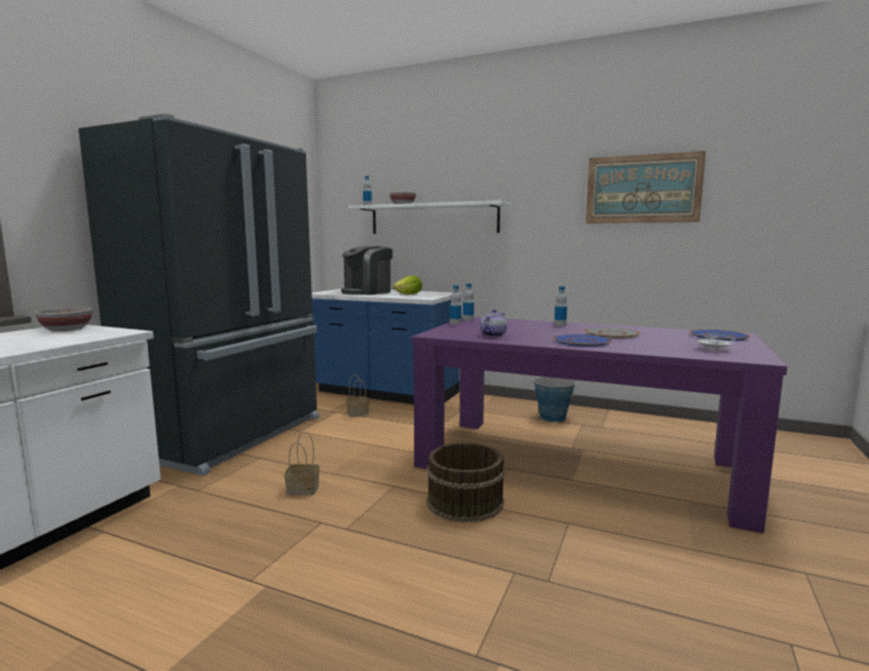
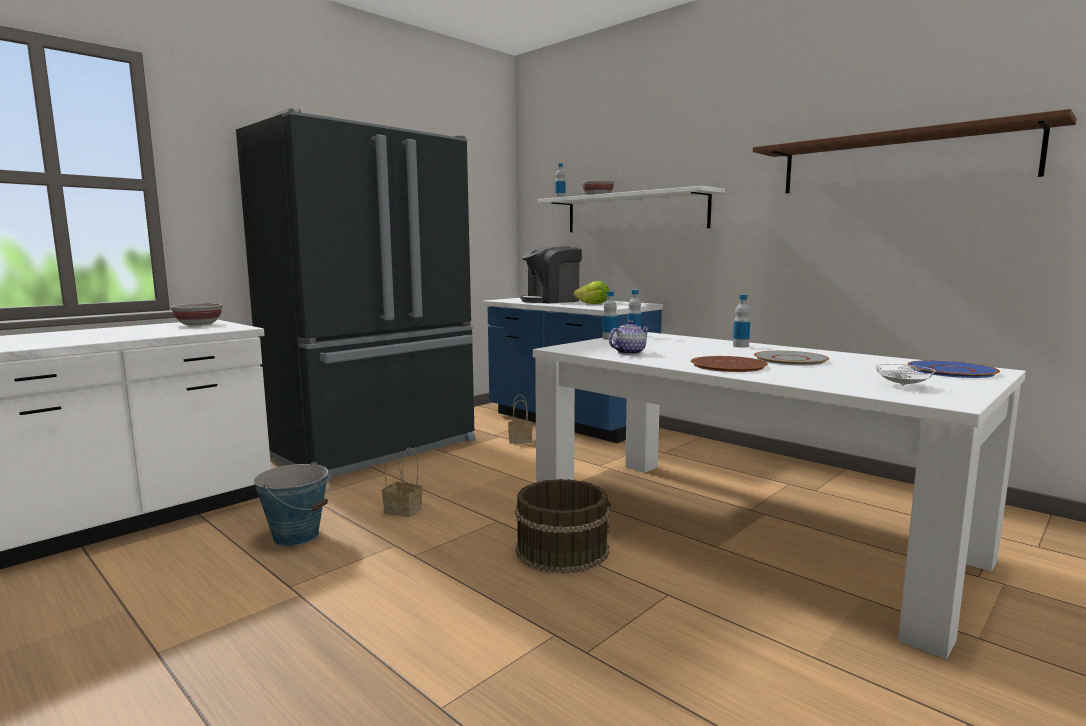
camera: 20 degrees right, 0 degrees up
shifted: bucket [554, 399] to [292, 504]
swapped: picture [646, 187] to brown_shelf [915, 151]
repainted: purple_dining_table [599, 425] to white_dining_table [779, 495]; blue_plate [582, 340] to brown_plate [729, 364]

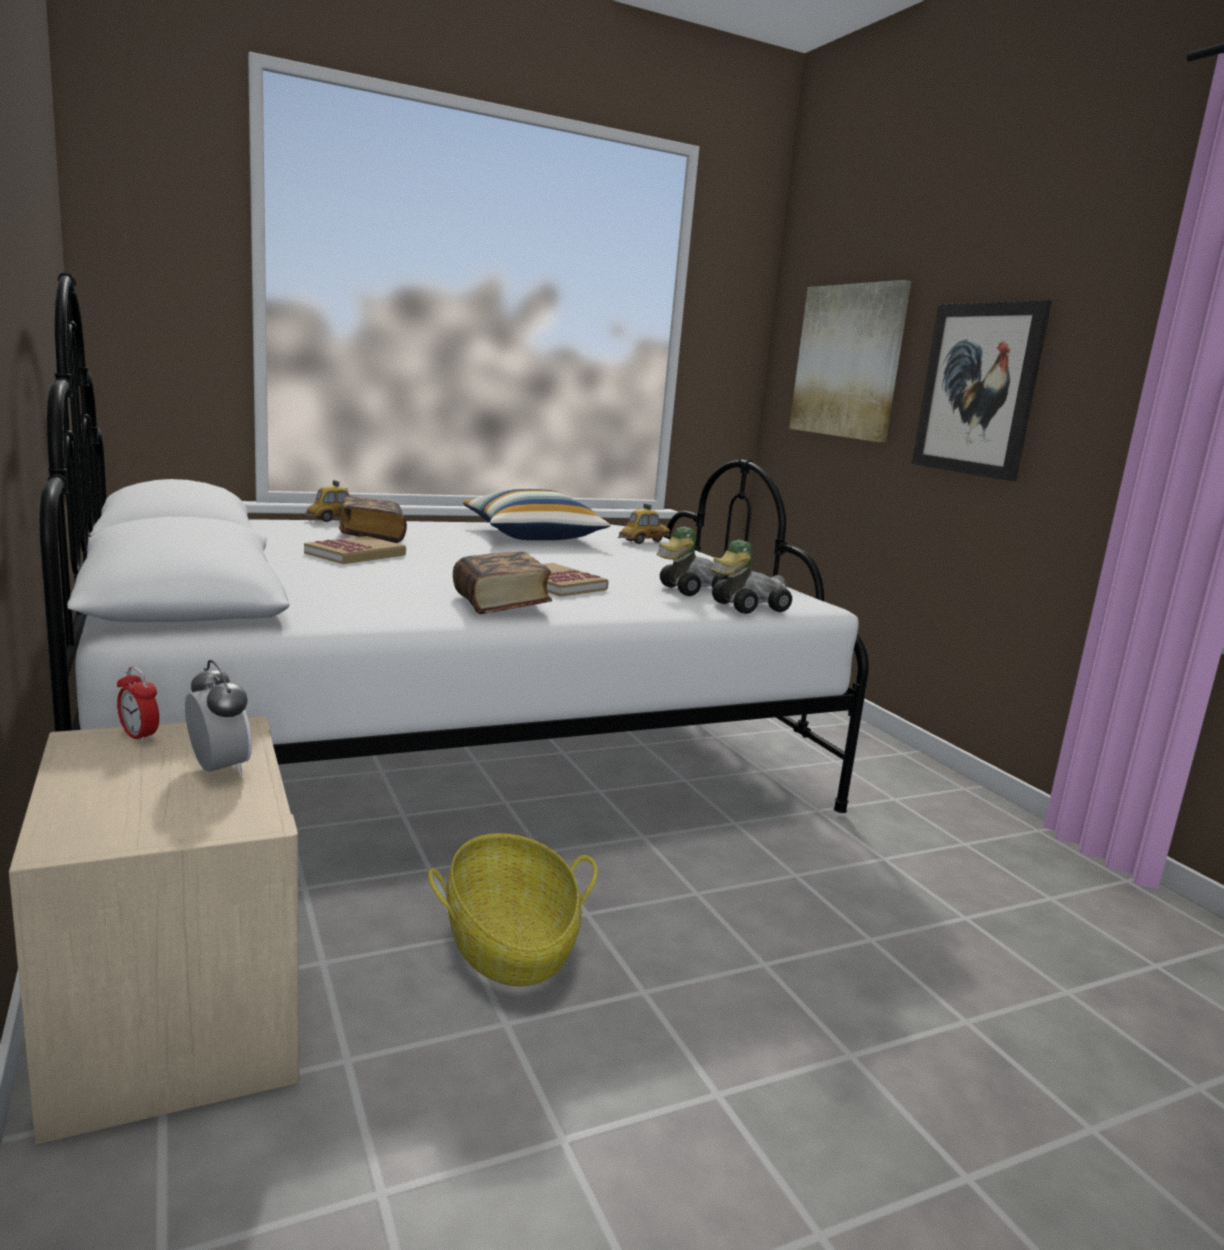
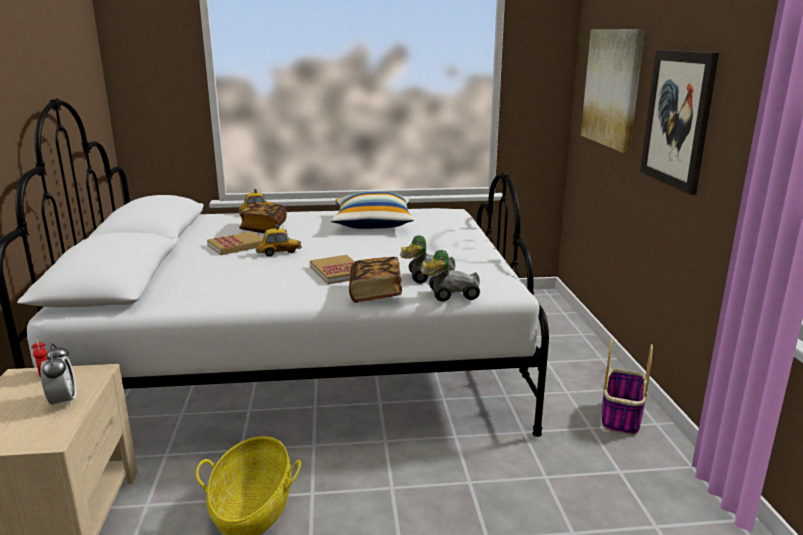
camera: 20 degrees right, 5 degrees up
new: basket [627, 387]
shifted: toy_car [644, 524] to [279, 240]; book [502, 583] to [375, 280]

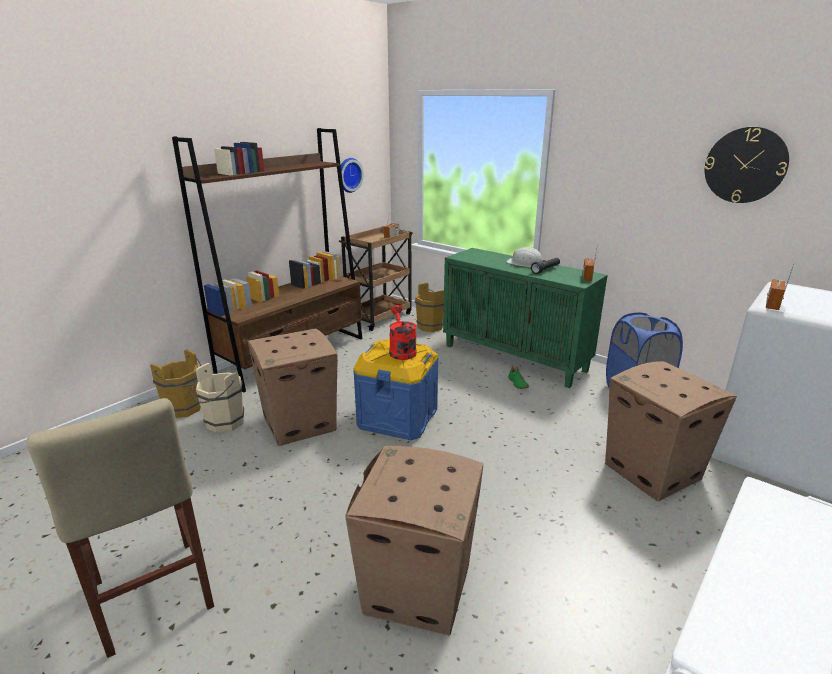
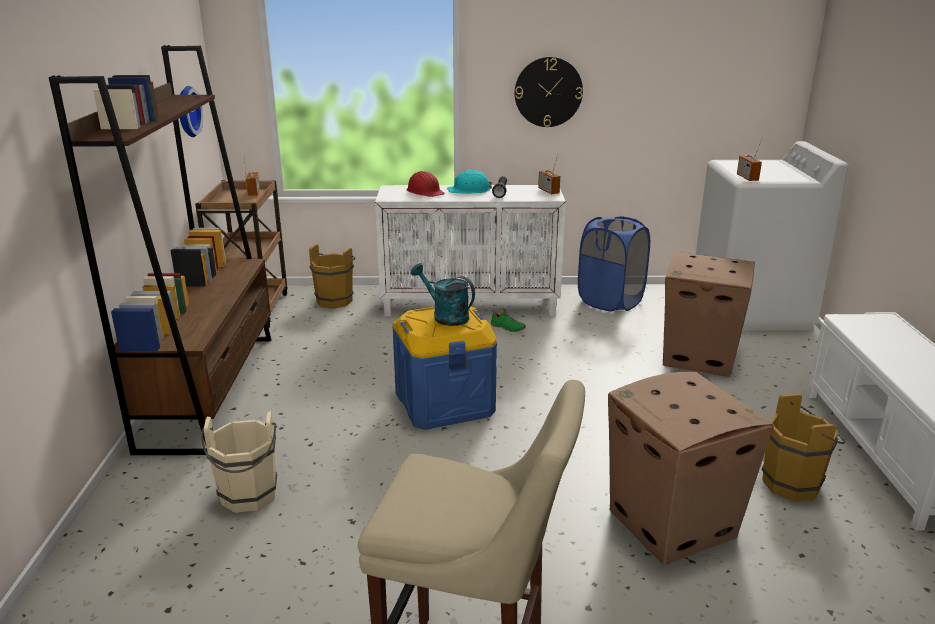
camera: 40 degrees left, 0 degrees up
gone: cardboard_box [293, 387]
new: red_hard_hat [426, 184]
shifted: wall_clock [747, 165] to [549, 92]; brown_bucket [175, 383] to [803, 447]
repainted: green_cabinet [525, 318] to white_cabinet [470, 250]; red_watering_can [403, 332] to turquoise_watering_can [443, 294]; white_hard_hat [526, 257] to turquoise_hard_hat [469, 182]

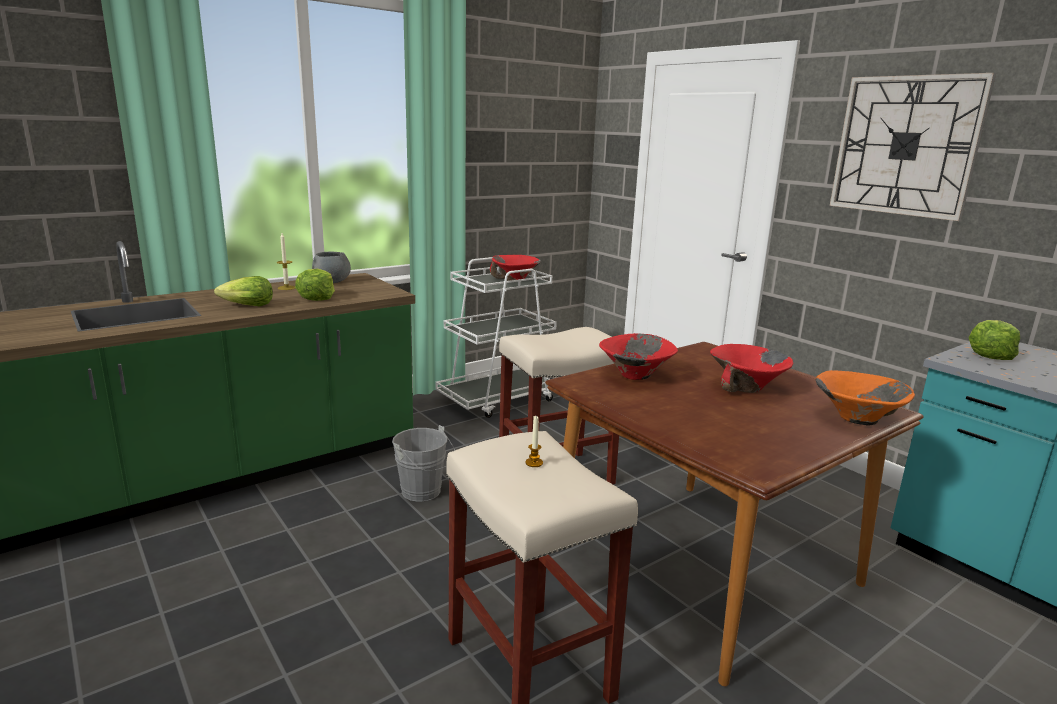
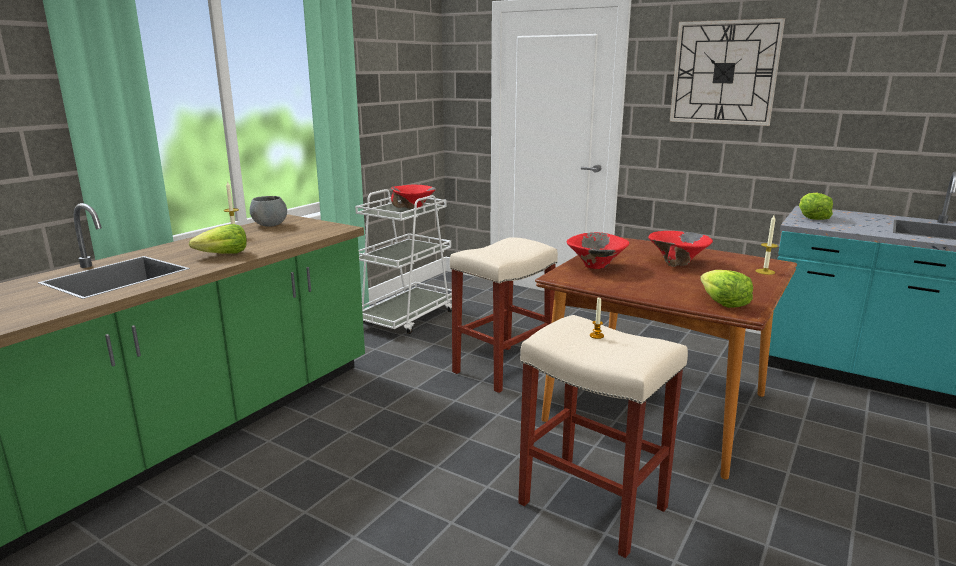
camera: 20 degrees left, 0 degrees up
gone: grey_bucket [423, 463]
shifted: lettuce [315, 285] to [726, 289]
swapped: orange_bowl [865, 398] to candle [767, 245]

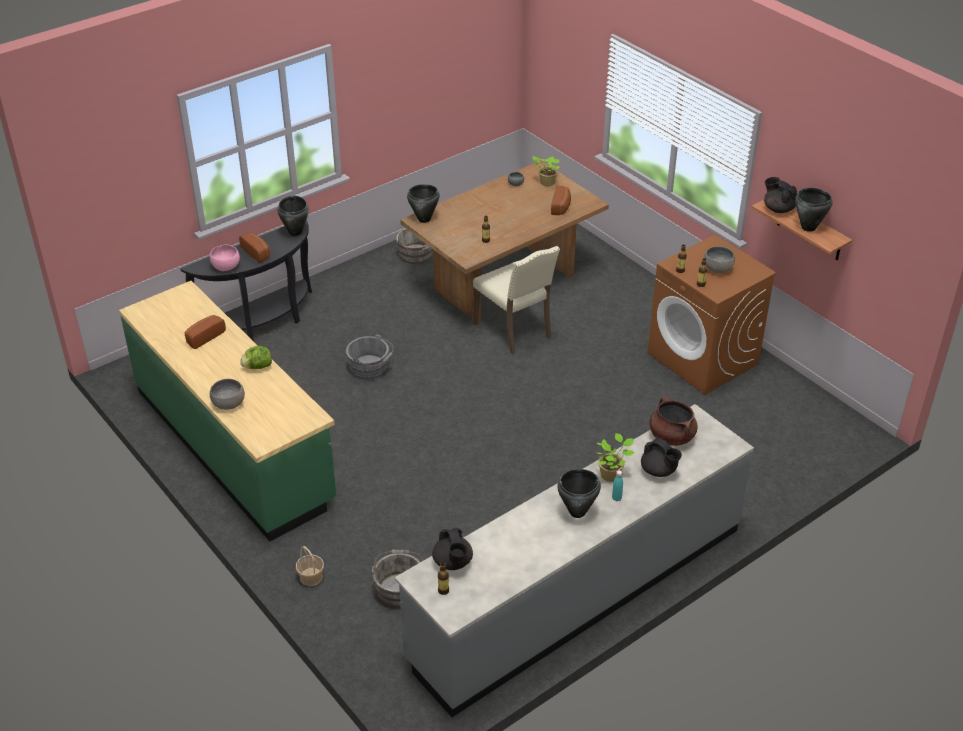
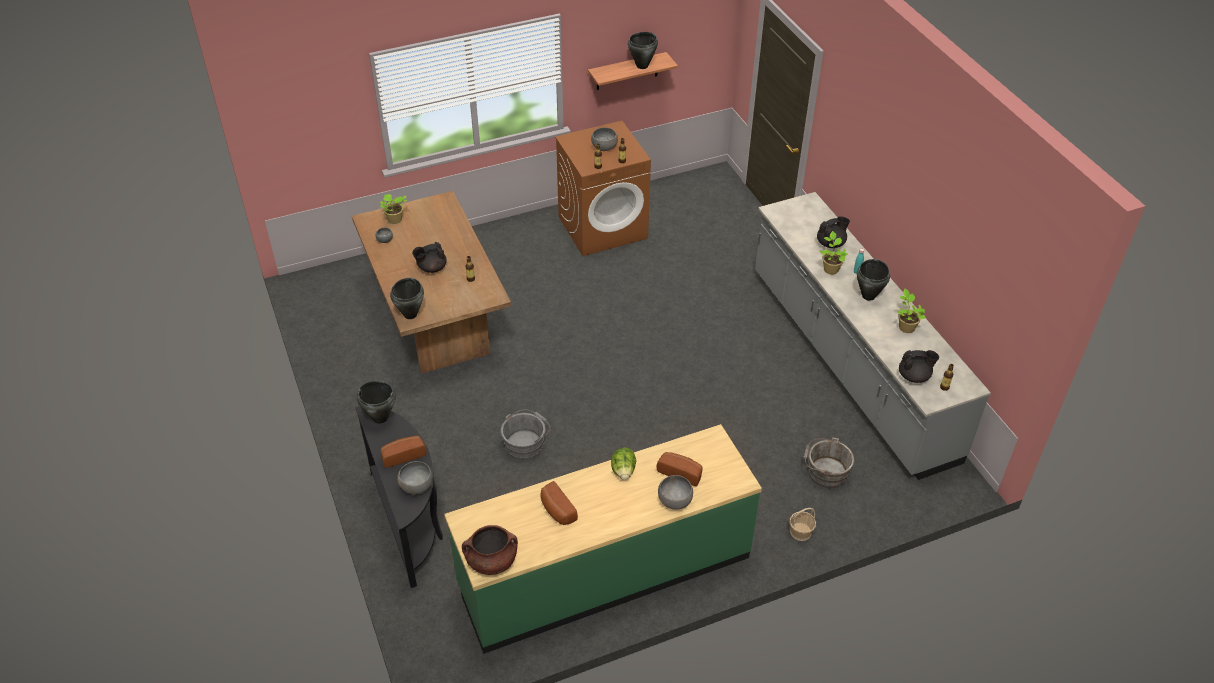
camera: 75 degrees left, 5 degrees up
gone: grey_bucket [414, 246]; beige_chair [516, 300]
new: potted_plant [911, 311]
shifted: black_teapot [780, 195] to [429, 257]; brown_cooking_pot [673, 421] to [490, 550]; bread [561, 200] to [680, 469]
repainted: pink_bowl [225, 258] to grey_bowl [415, 477]

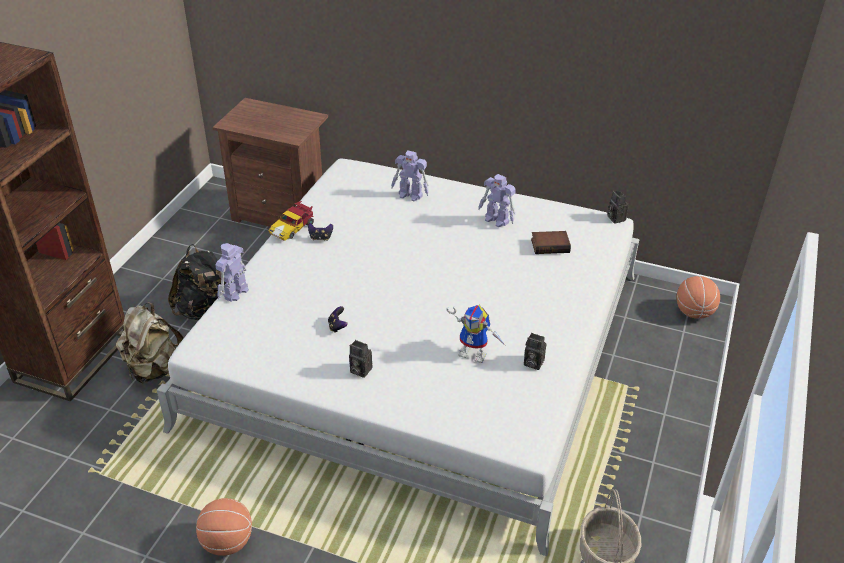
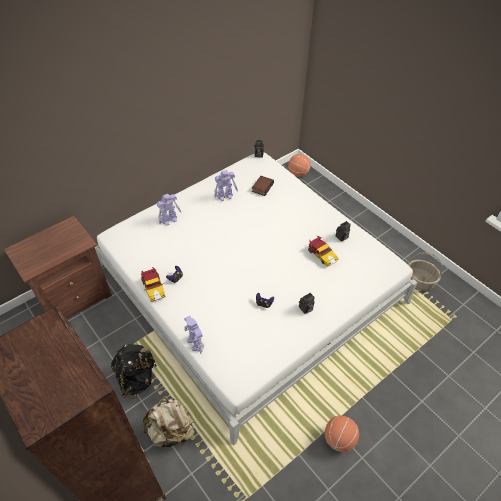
camera: 60 degrees left, 10 degrees up
swapped: toy_robot [476, 333] to toy_car [323, 251]

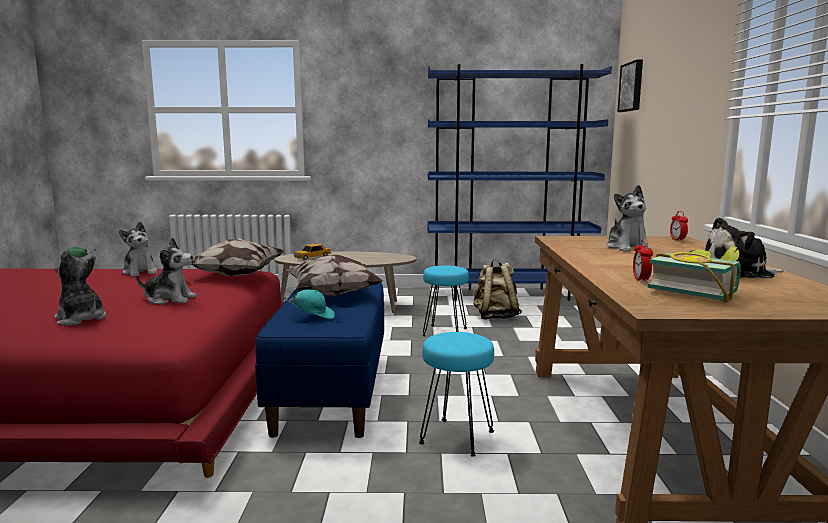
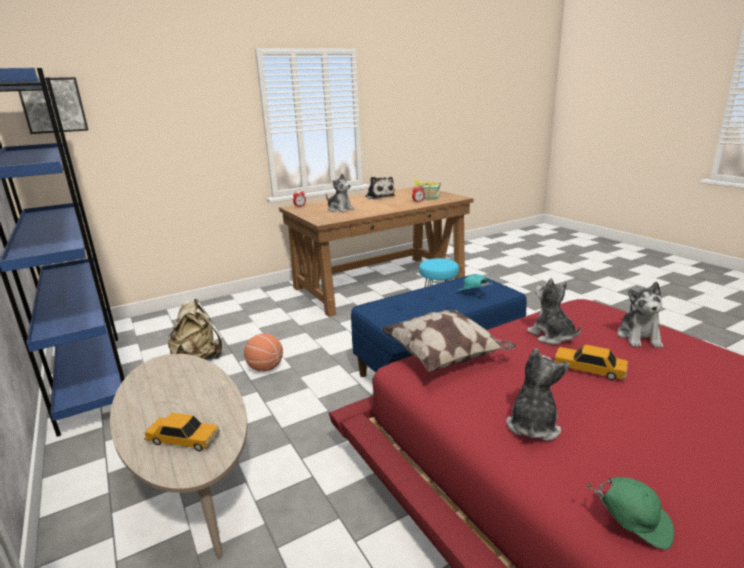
camera: 120 degrees left, 10 degrees up
gone: pillow [335, 276]
new: toy_car [591, 362]
swapped: turquoise_stool [445, 300] to basketball [263, 352]
rotated: plush_toy [628, 218] = [340, 193] 75 degrees clockwise

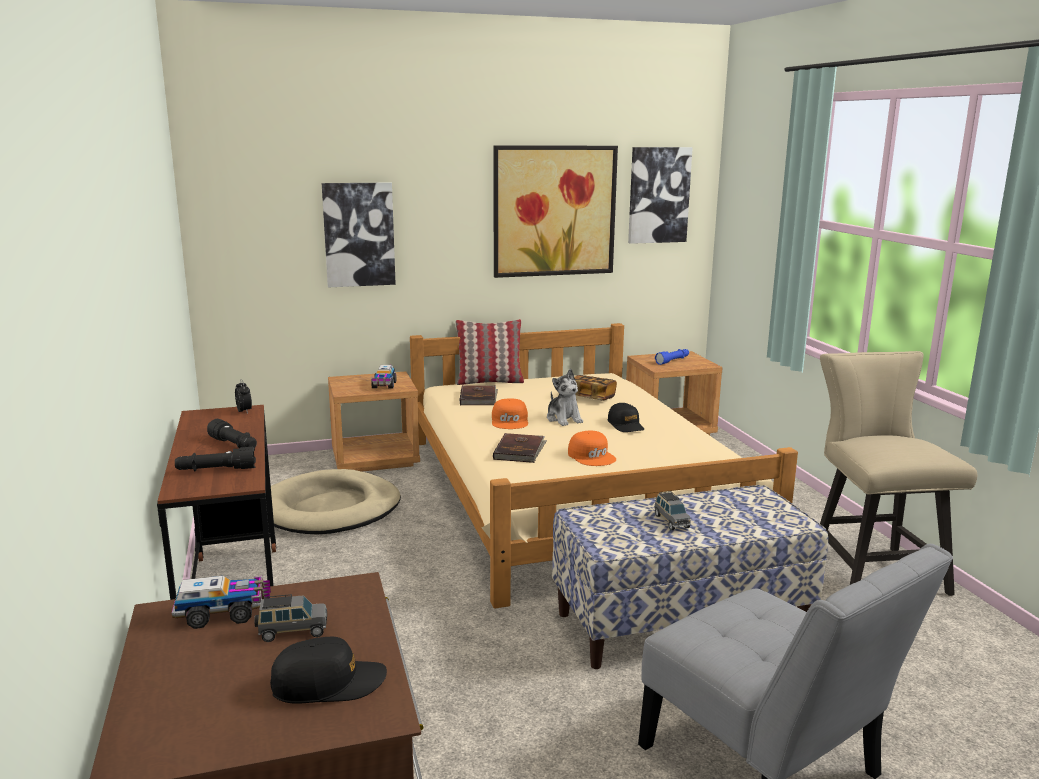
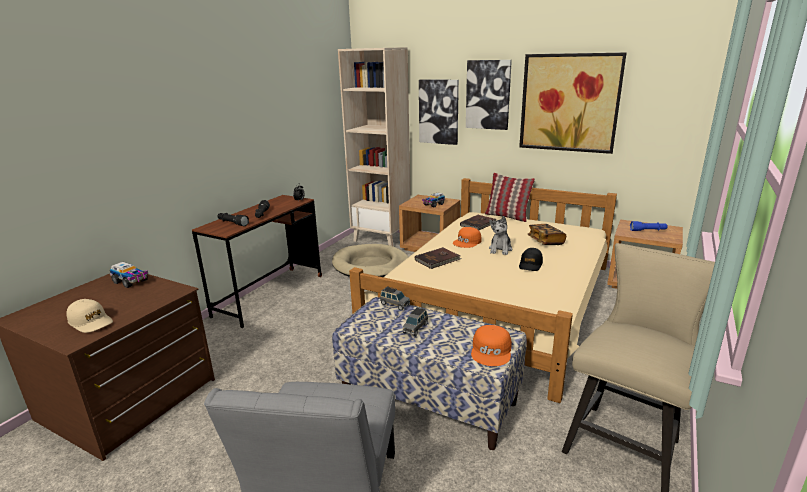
camera: 45 degrees right, 5 degrees up
new: beige_bookcase [374, 146]
shifted: grey_toy_car [290, 618] to [395, 298]; picture [660, 195] to [489, 95]; orange_cap [592, 448] to [491, 345]
repainted: black_cap [328, 670] to beige_cap [89, 316]

